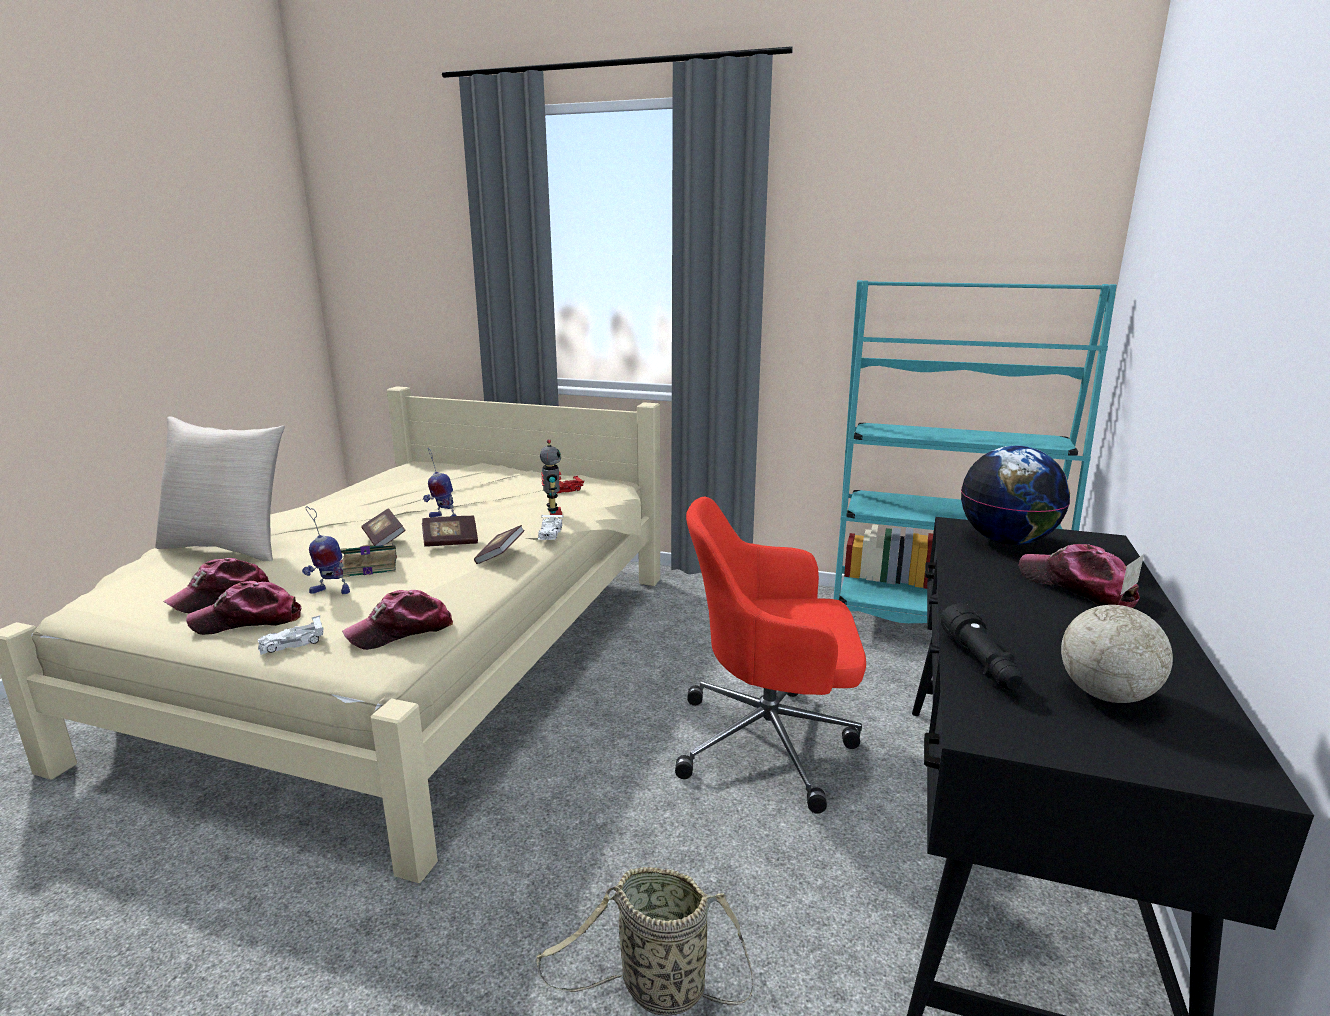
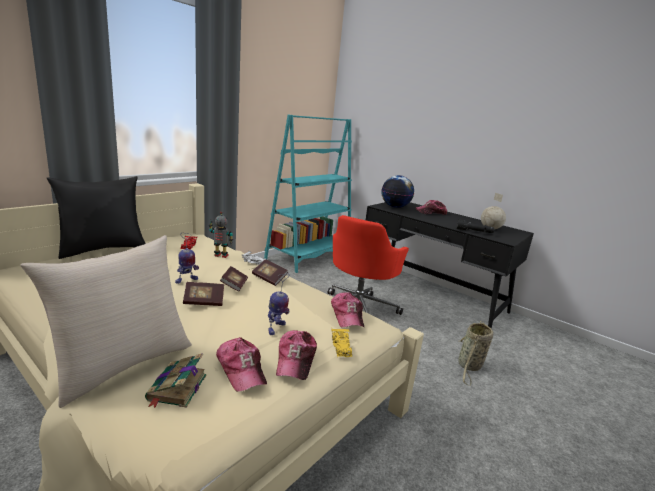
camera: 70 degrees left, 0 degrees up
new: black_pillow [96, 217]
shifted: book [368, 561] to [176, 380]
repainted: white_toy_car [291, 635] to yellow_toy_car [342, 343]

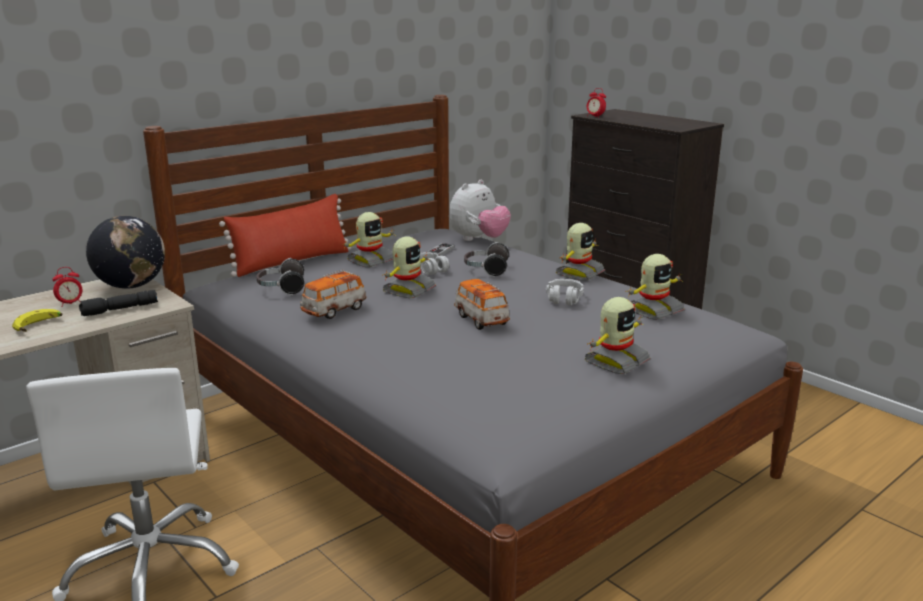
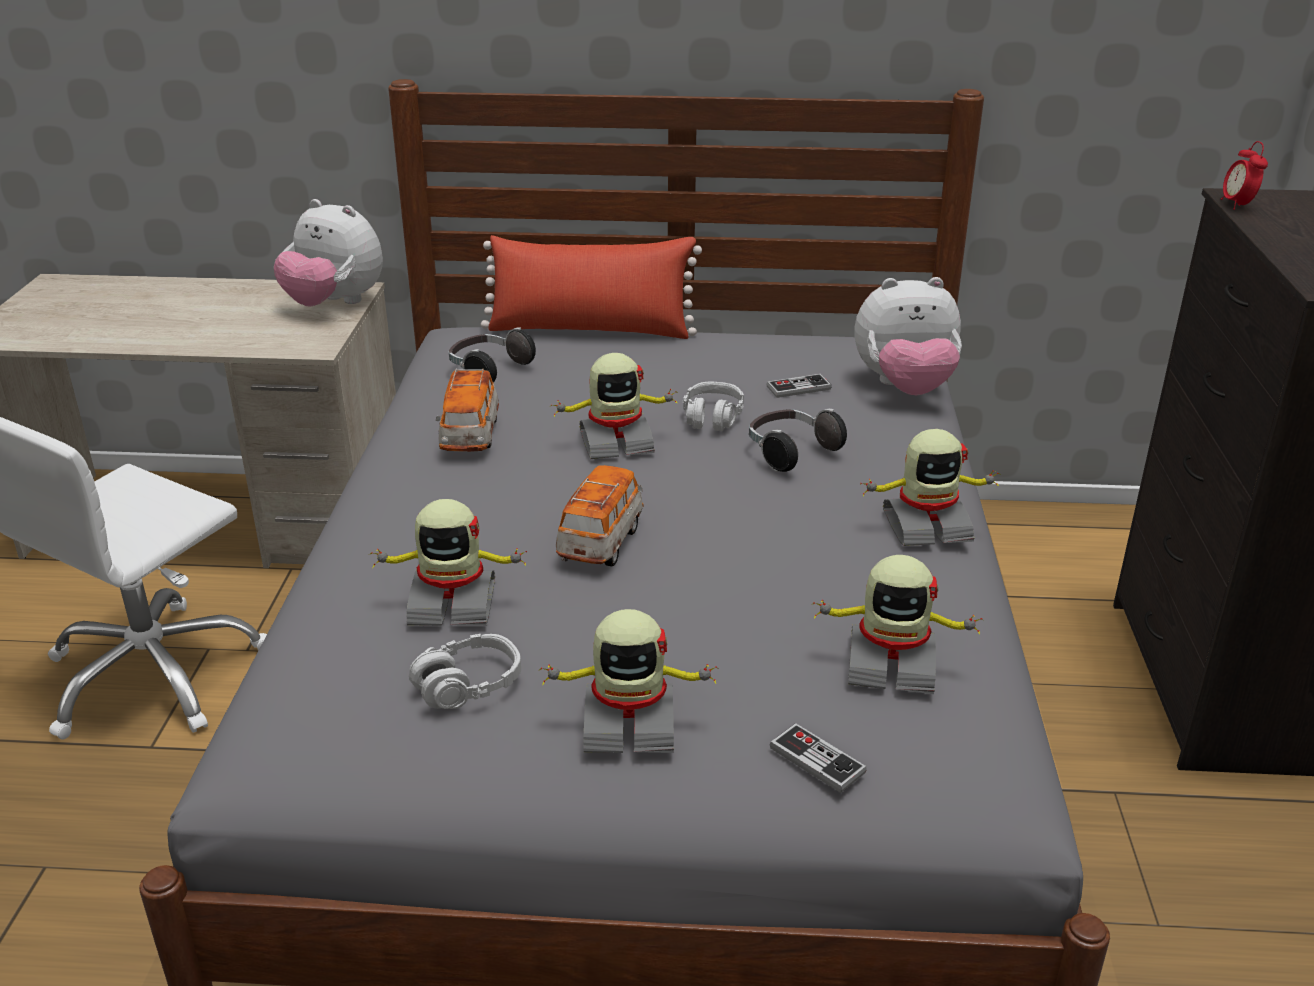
camera: 45 degrees right, 10 degrees up
gone: banana [37, 320]; alarm_clock [67, 287]; black_flashlight [118, 303]
new: game_controller [818, 758]
shifted: toy_robot [367, 239] to [449, 562]; grey_headphones [565, 292] to [465, 671]
swapped: globe [125, 252] to plush_toy [328, 252]
rotated: toy_car [333, 294] = [467, 410] 90 degrees counterclockwise

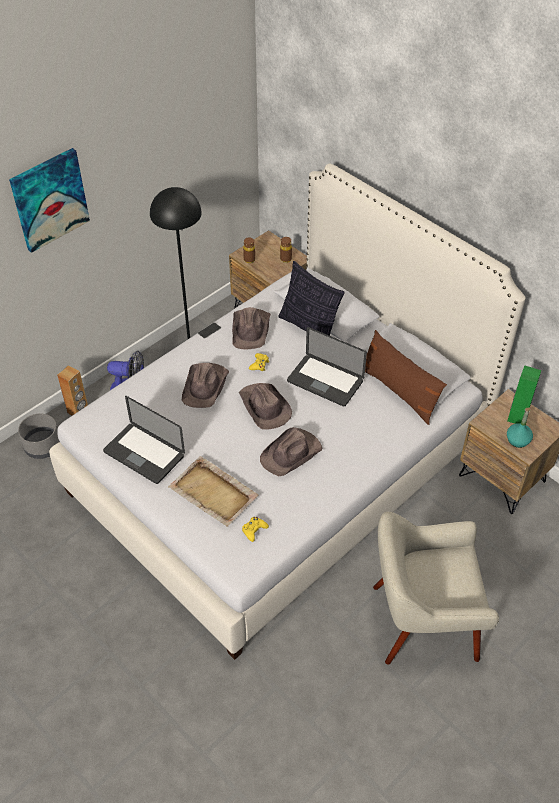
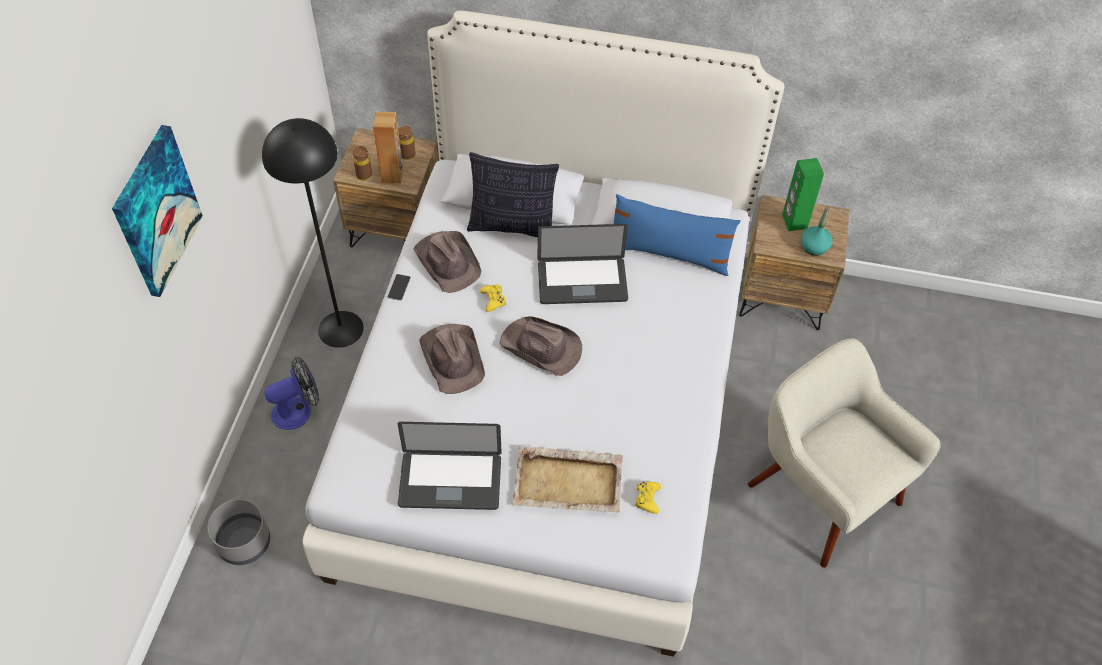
camera: 35 degrees left, 5 degrees up
gone: brown_hat [291, 451]
shifted: brown_speaker [72, 390] to [388, 147]
repainted: brown_pillow [406, 377] to blue_pillow [677, 235]
rotated: beige_armchair [436, 588] = [844, 453] 90 degrees clockwise

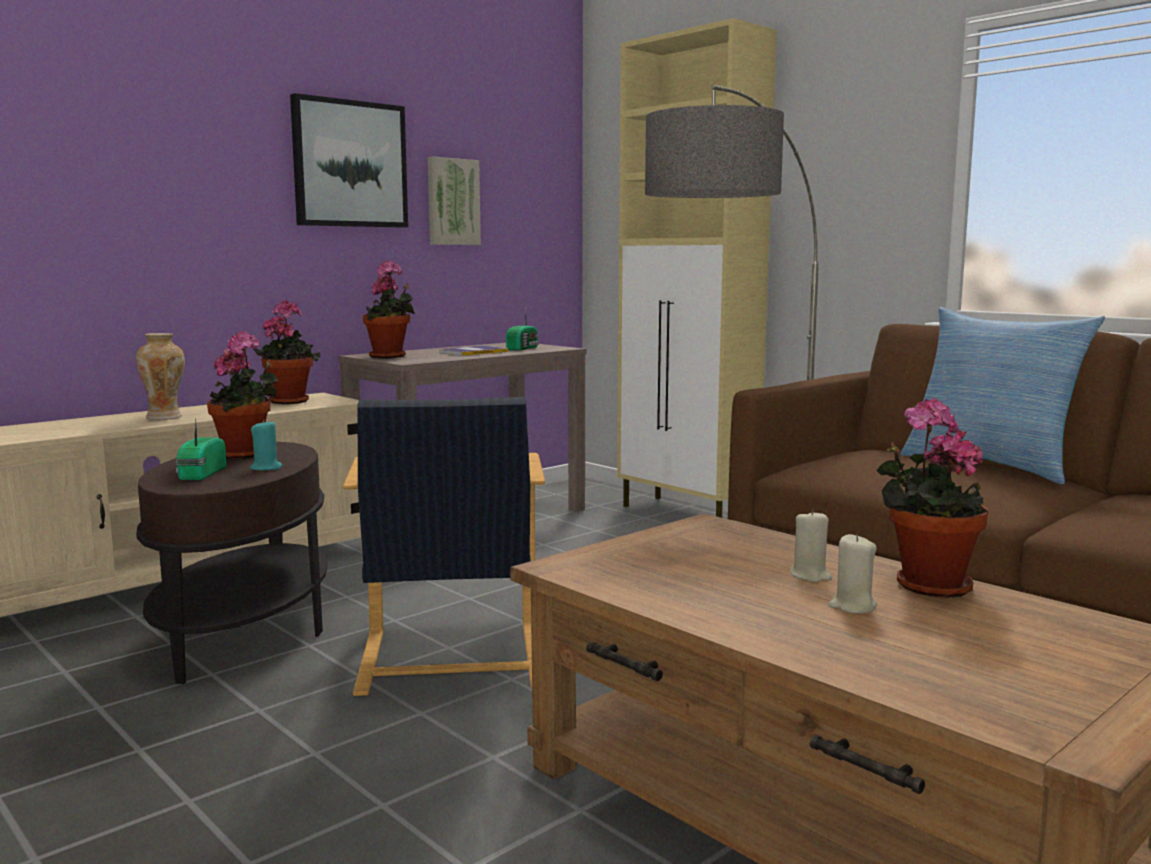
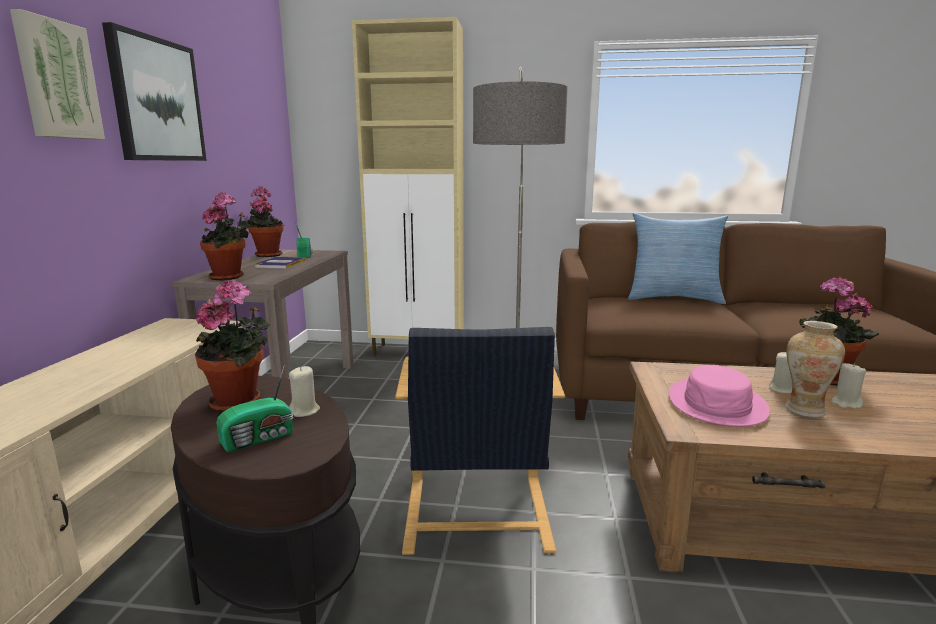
camera: 40 degrees left, 5 degrees up
new: pink_hat [719, 396]
shifted: picture [454, 201] to [57, 74]; potted_plant [287, 352] to [265, 221]; vase [160, 376] to [815, 369]
repainted: turquoise_candle [266, 445] to beige_candle [304, 391]
rotated: radio [201, 449] = [254, 408] 90 degrees counterclockwise; black_armchair [444, 546] = [480, 441] 45 degrees clockwise

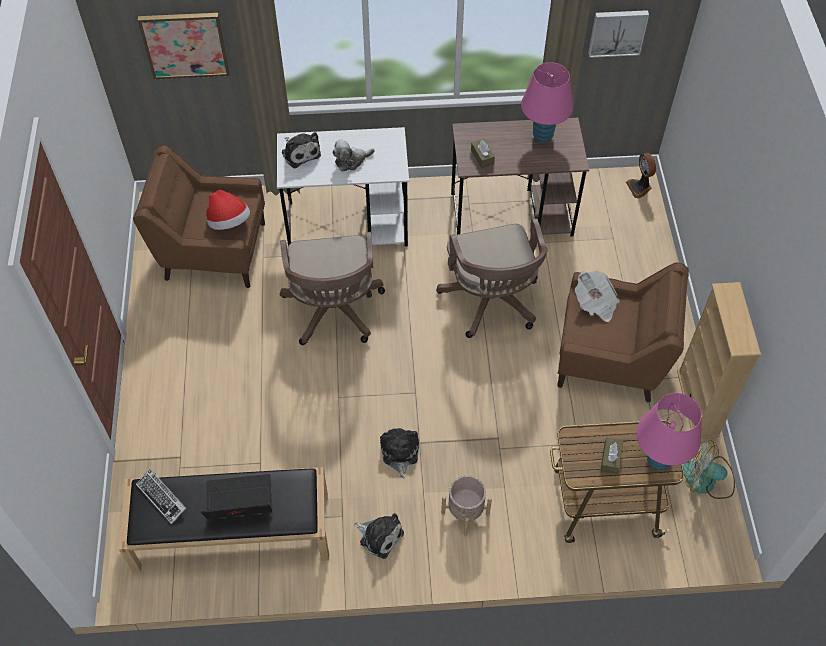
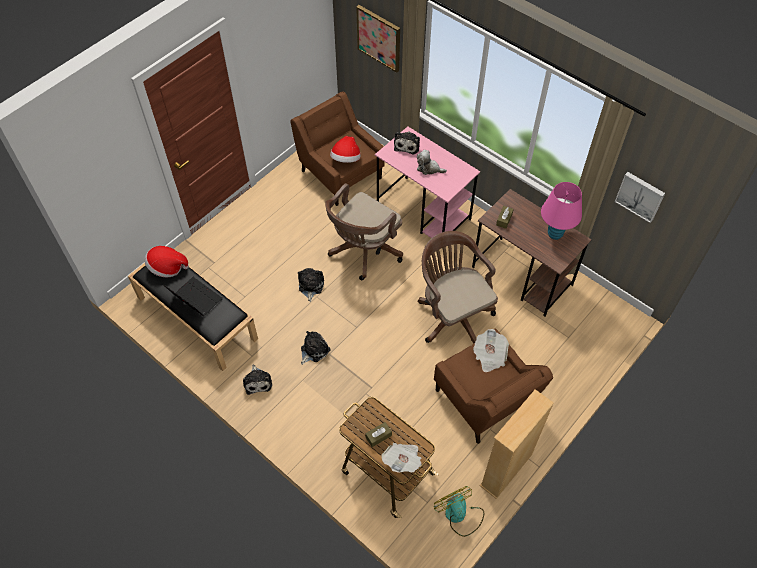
camera: 45 degrees right, 0 degrees up
gone: beige_planter [466, 505]; fan [641, 176]
new: plush_toy [311, 285]
swapped: keyboard [161, 497] to hat [166, 261]; pink_table_lamp [669, 431] to newspaper [401, 457]
repainted: white_desk [343, 187] to pink_desk [427, 182]
rotated: brown_office_chair [492, 278] = [458, 287] 120 degrees clockwise

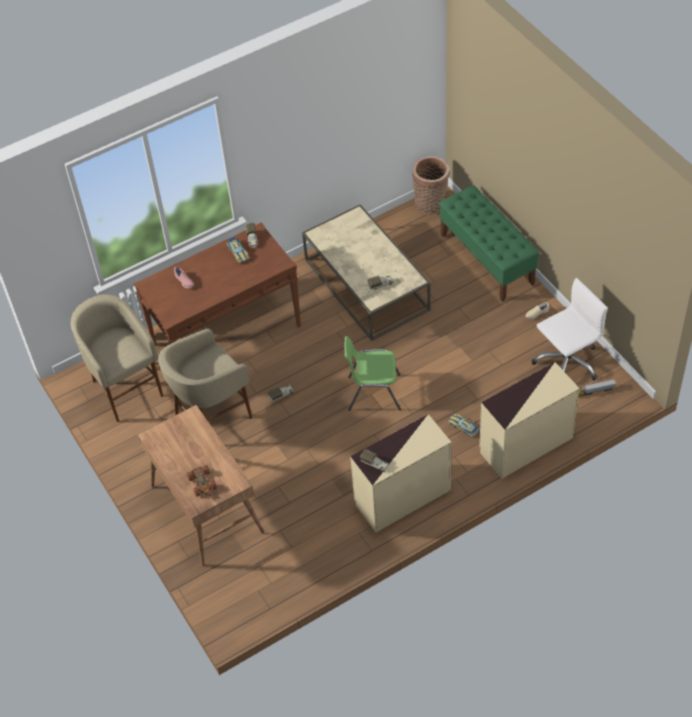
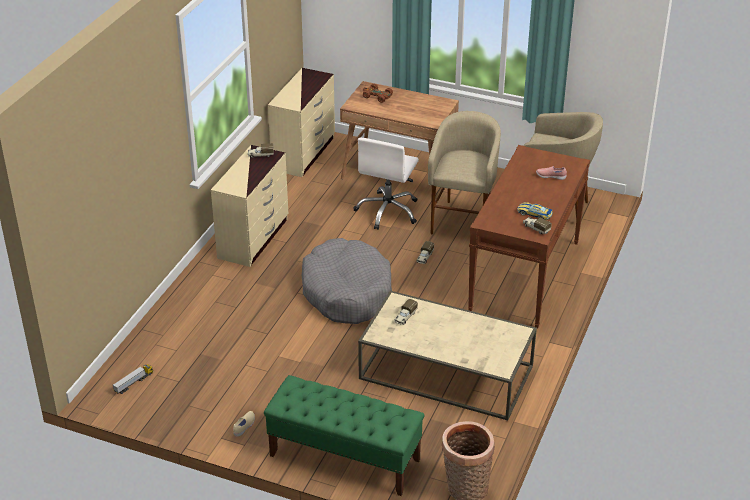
camera: 140 degrees right, 15 degrees down
gone: toy_car [464, 425]
shifted: beige_dresser [529, 420] to [301, 122]; white_office_chair [570, 329] to [386, 184]
swapped: green_chair [373, 373] to grey_dog_bed [347, 281]

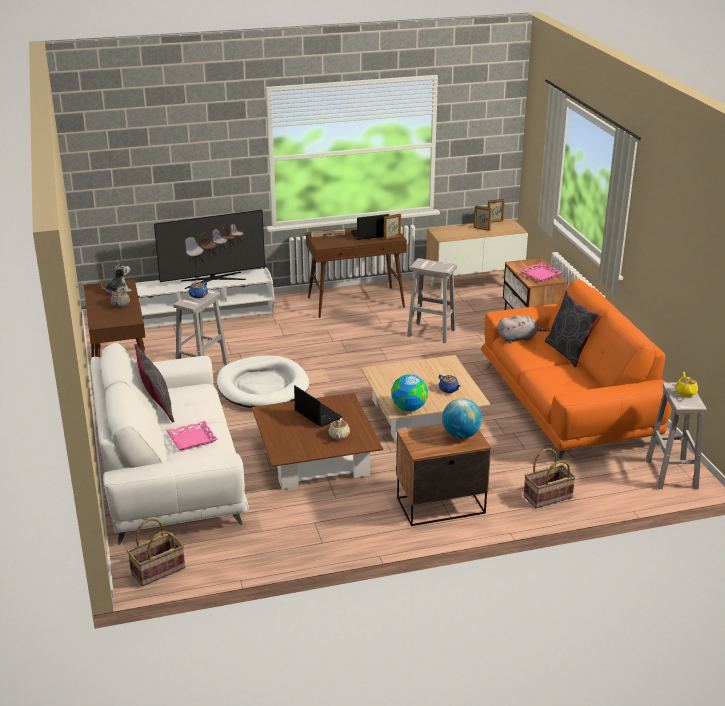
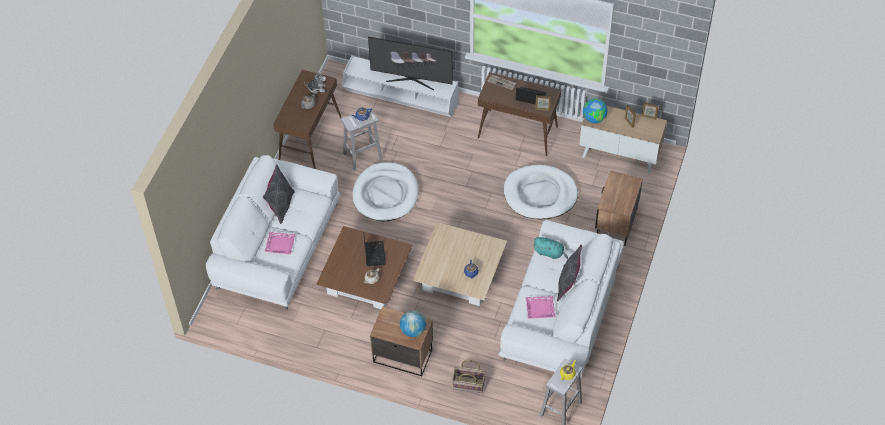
camera: 35 degrees right, 25 degrees up
gone: basket [156, 552]
shifted: pink_tray [541, 272] to [540, 307]; globe [409, 392] to [595, 111]
swapped: white_stool [432, 300] to white_dog_bed [541, 192]
repainted: orange_sofa [576, 370] to white_sofa [561, 299]; grey_plush_toy [522, 329] to turquoise_plush_toy [550, 248]

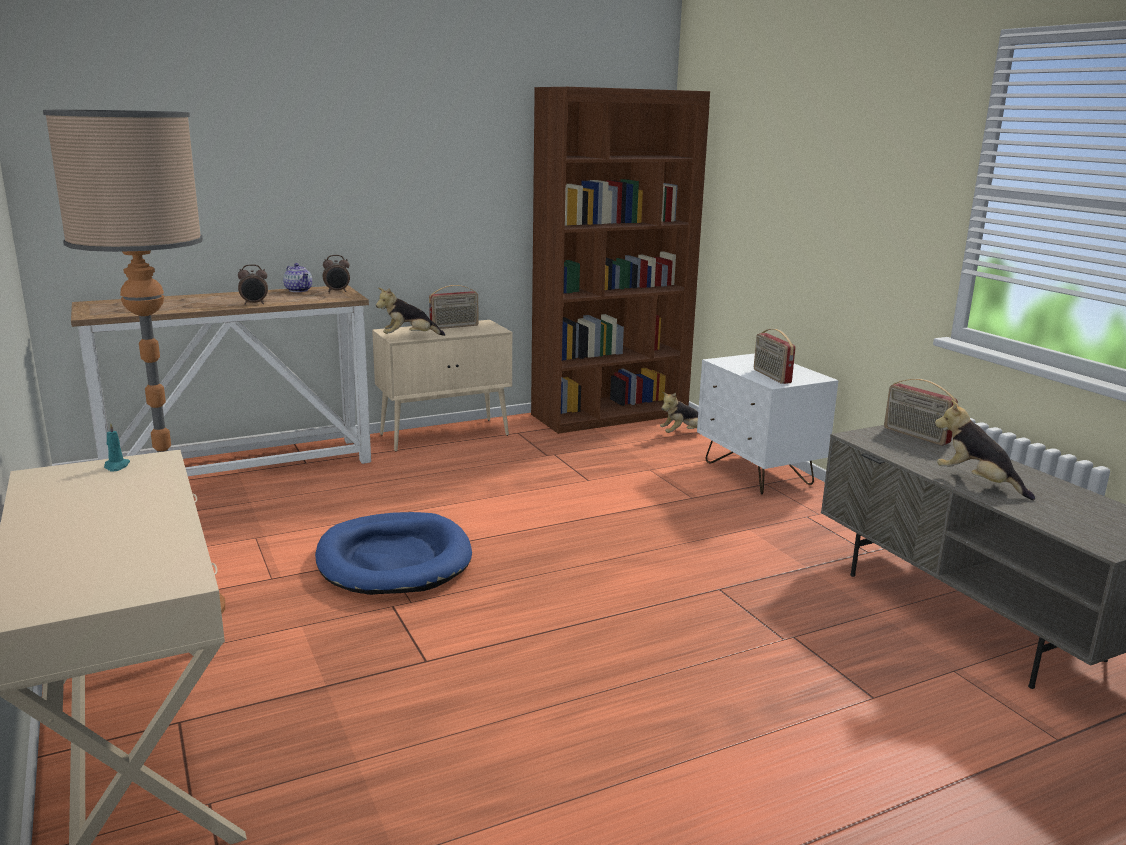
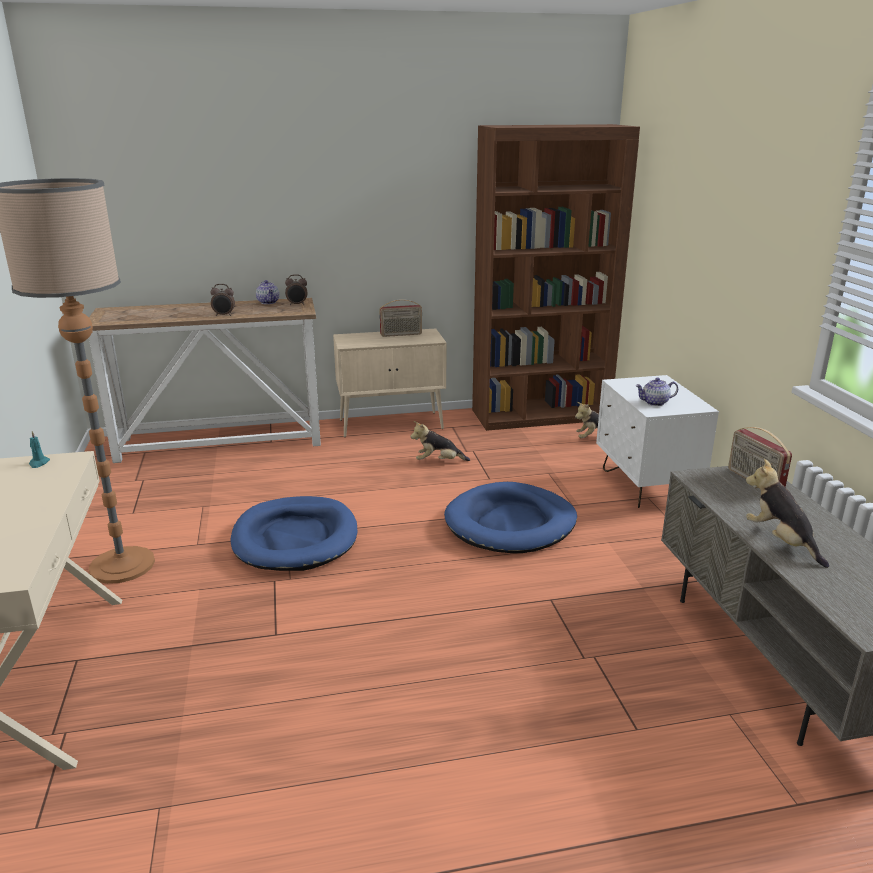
camera: 15 degrees right, 5 degrees up
new: blue_dog_bed [510, 517]
shifted: plush_toy [410, 312] to [440, 441]
swapped: radio [774, 356] to teapot [656, 392]

